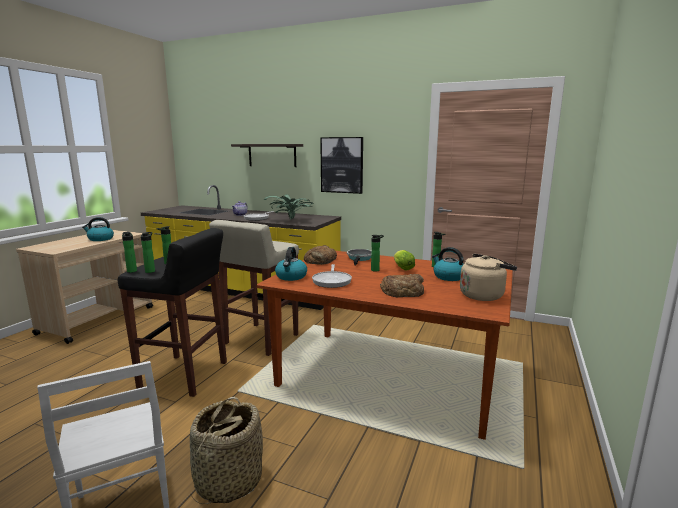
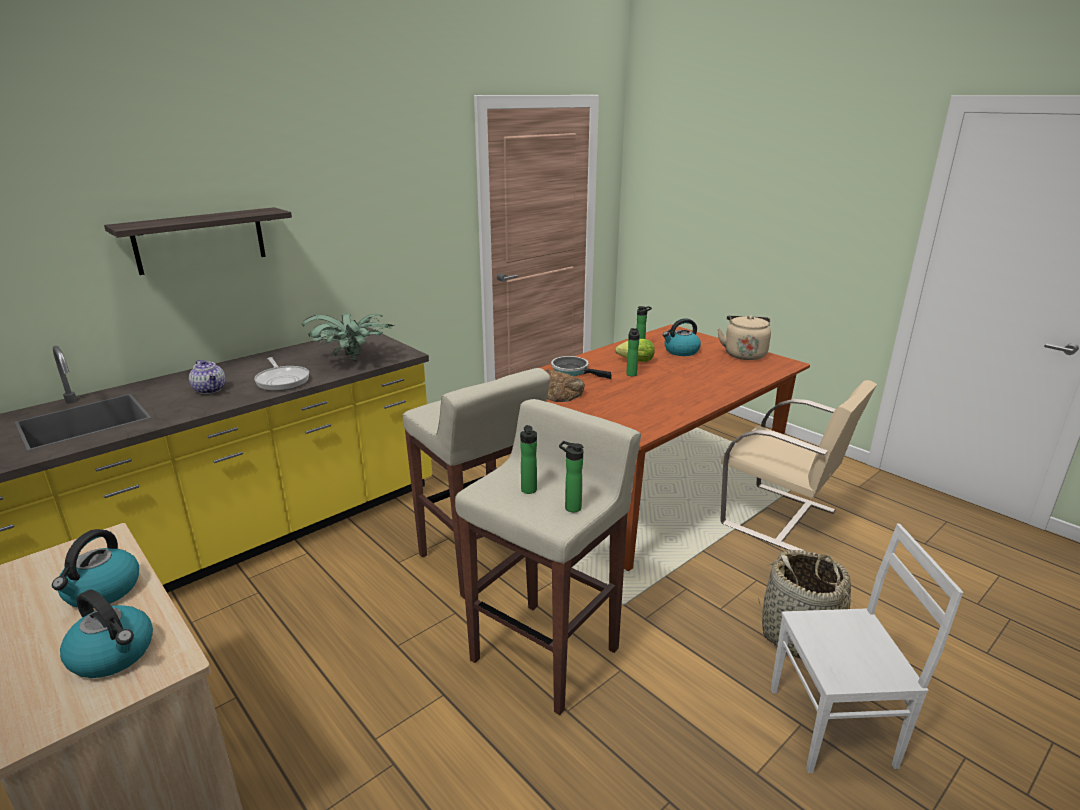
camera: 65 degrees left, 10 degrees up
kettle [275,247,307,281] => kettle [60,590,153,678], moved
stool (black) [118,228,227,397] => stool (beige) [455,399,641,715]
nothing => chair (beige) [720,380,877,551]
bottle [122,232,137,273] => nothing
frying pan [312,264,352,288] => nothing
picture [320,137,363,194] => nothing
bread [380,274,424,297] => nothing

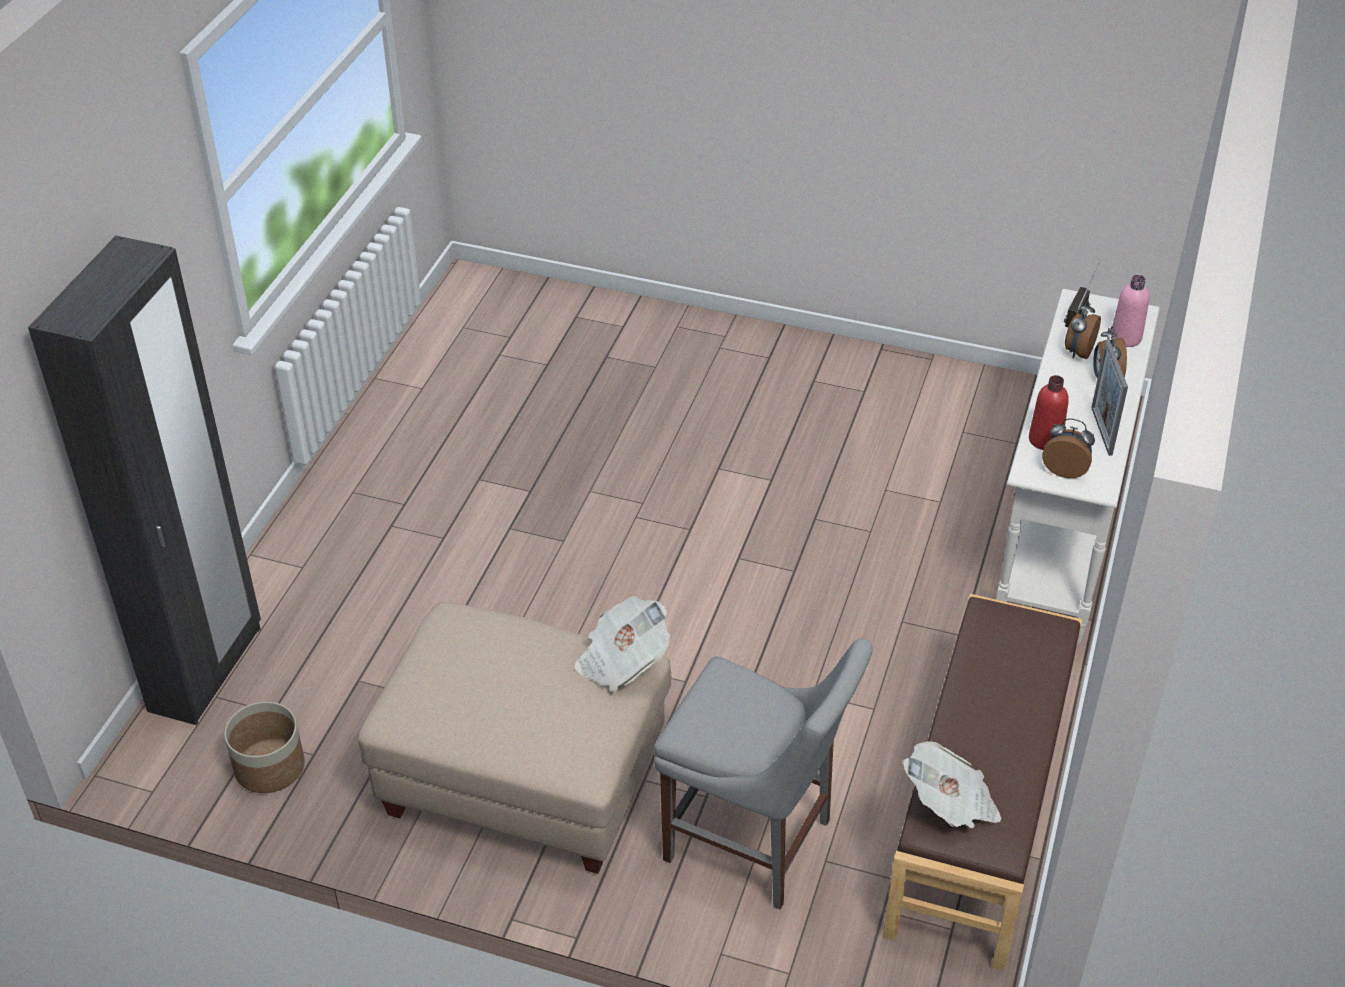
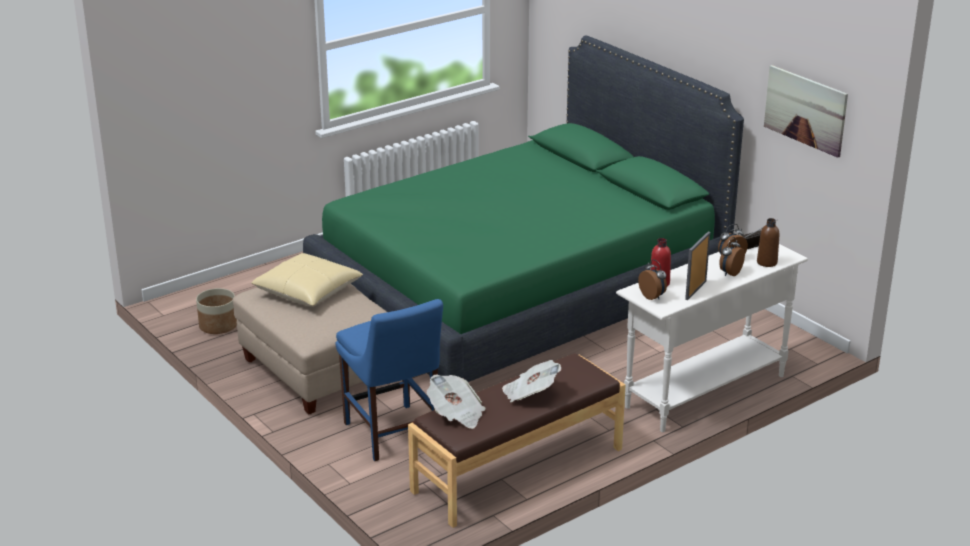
camera: 35 degrees right, 15 degrees down
nothing => pillow (beige) [252,253,363,307]
nothing => bed (green) [303,35,744,382]
chair (grey) [654,638,873,910] => chair (blue) [336,299,443,461]
newspaper [575,596,670,692] => newspaper [502,360,561,402], moved
bottle (pink) [1111,275,1149,347] => bottle (brown) [757,218,779,267]
nothing => picture [764,65,848,158]
wardrobe (black) [28,236,261,725] => nothing

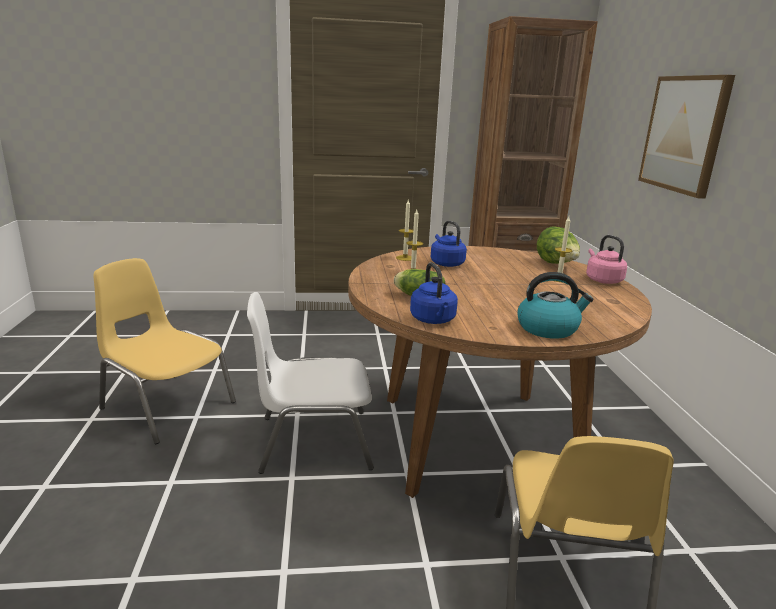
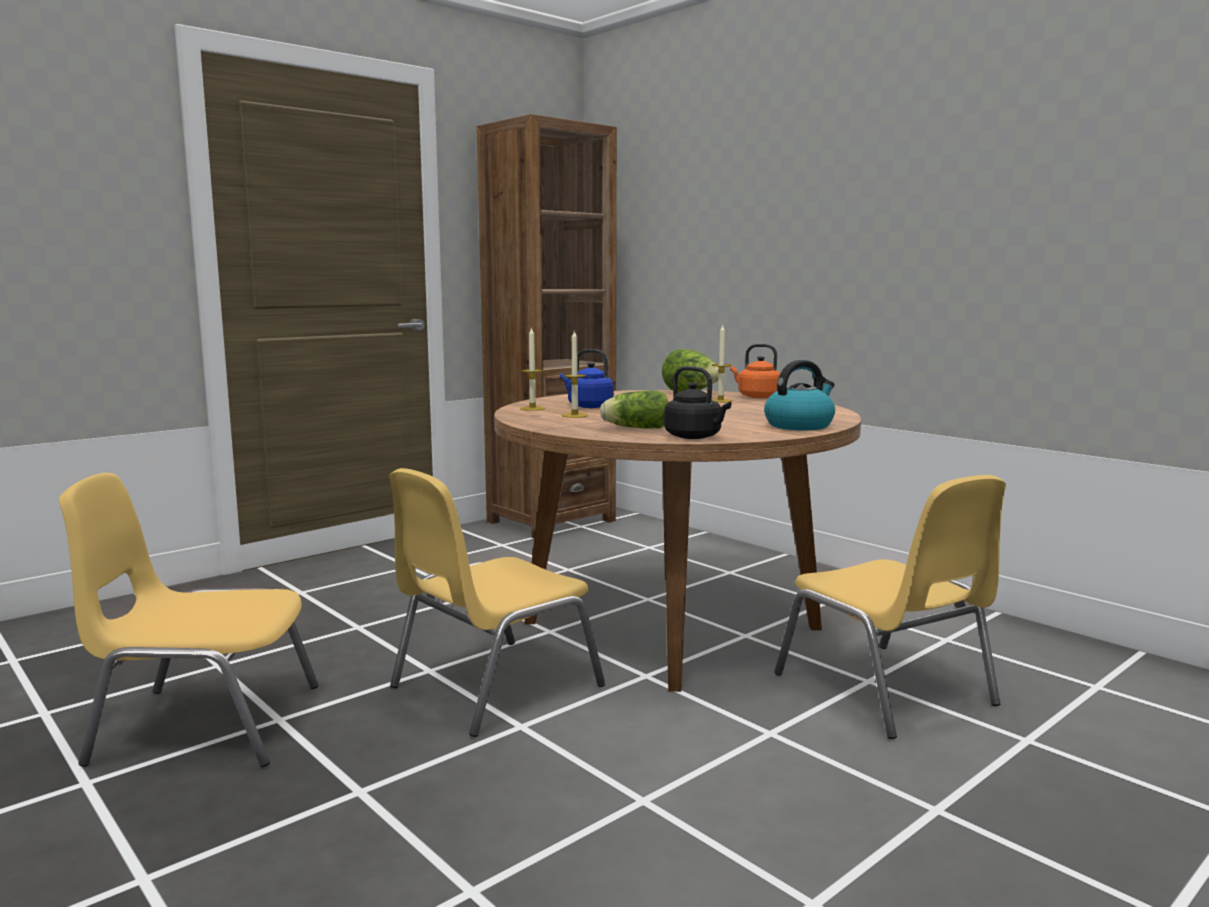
camera: 35 degrees left, 10 degrees down
chair (white) [247,292,374,474] => chair (yellow) [389,468,605,737]
kettle (blue) [410,262,458,324] => kettle (black) [664,366,731,439]
kettle (pink) [586,235,627,284] => kettle (orange) [730,344,780,398]
picture [638,75,735,199] => nothing

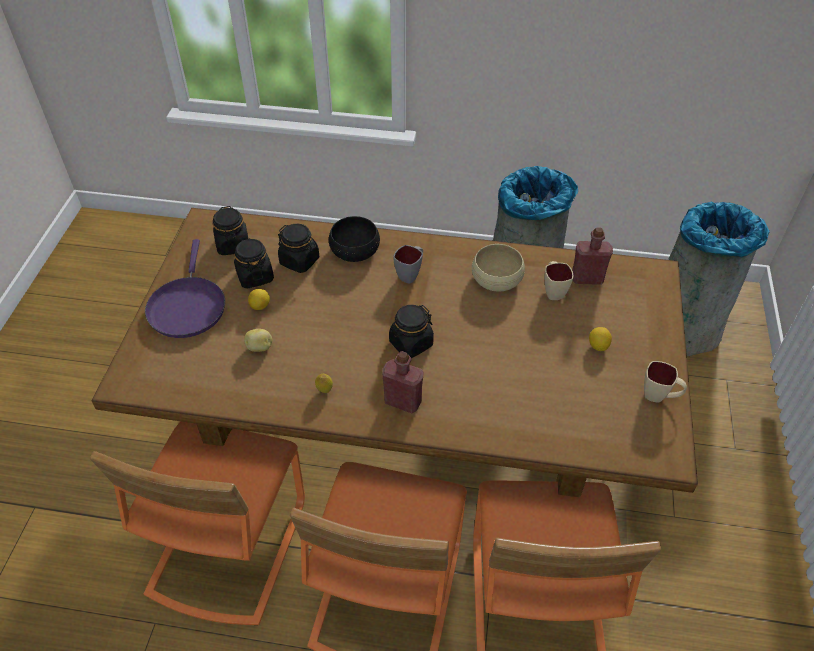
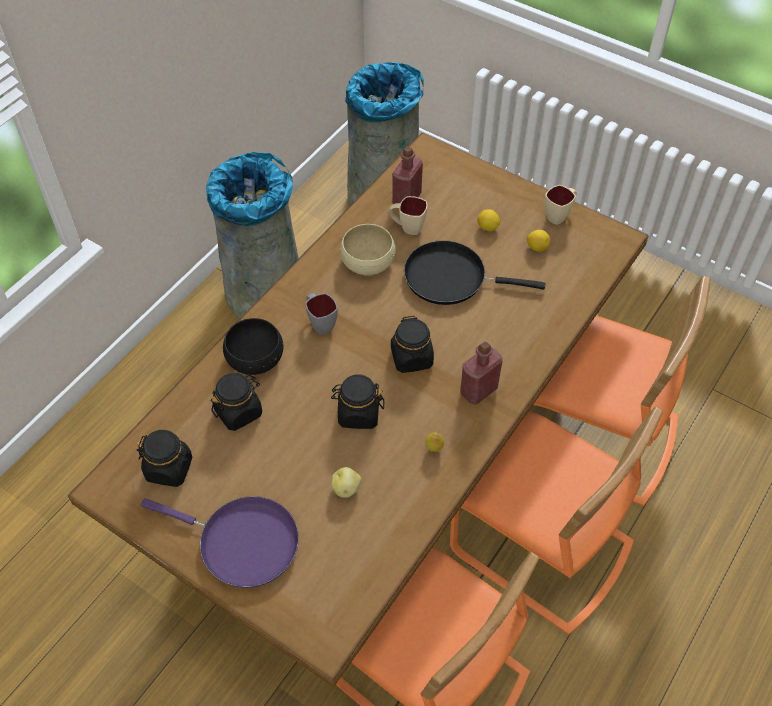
camera: 65 degrees left, 5 degrees up
jar (black) [234,238,274,289] => jar (black) [331,374,385,429], moved
nothing => frying pan (black) [404,240,545,305]
lemon [248,289,270,310] => lemon [527,230,550,251], moved

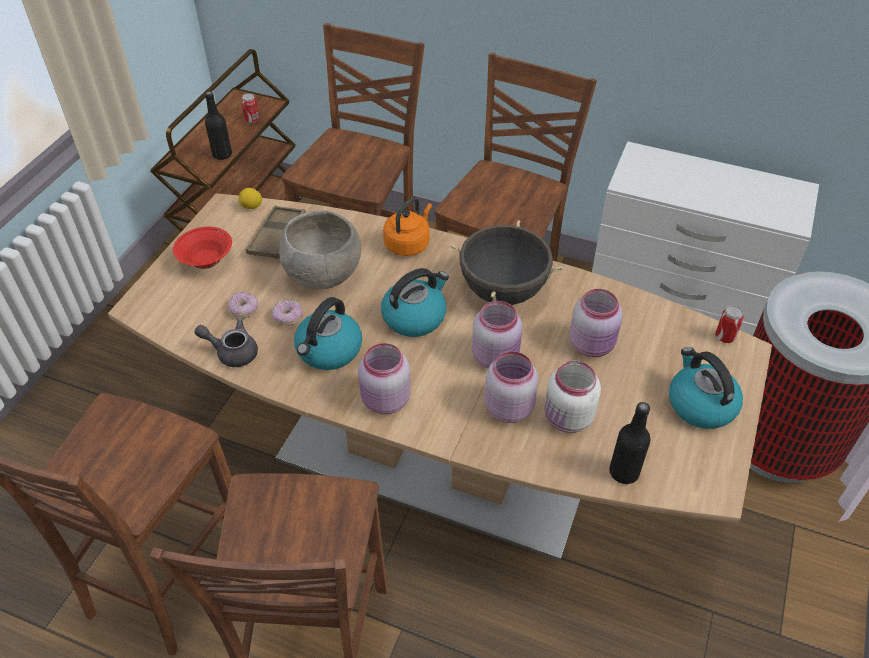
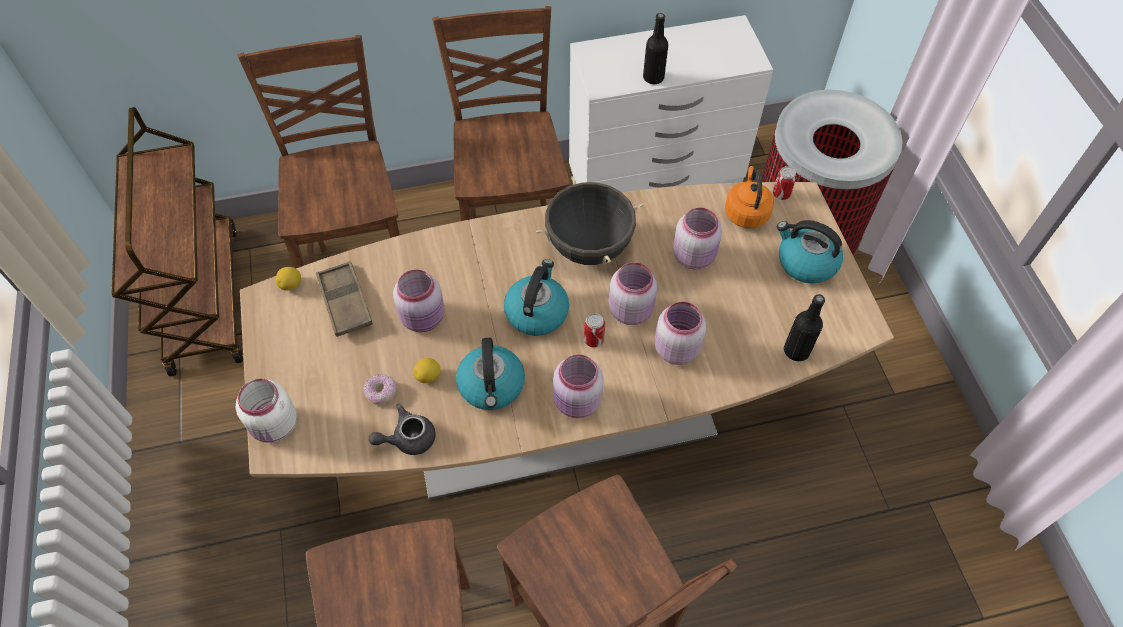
camera: 35 degrees left, 10 degrees up
jar (white) [544,361,601,433] => jar (white) [236,379,297,443], moved
bowl (grey) [279,210,361,290] => jar (pink) [393,269,444,332]
donut [272,300,303,326] => lemon [413,358,441,383]
can [241,93,259,123] => can [584,313,605,348], moved
bottle (black) [205,91,232,160] => bottle (black) [643,13,668,84], moved
kettle (orange) [383,197,432,256] => kettle (orange) [725,166,774,228], moved
bowl (red) [173,227,232,269] => nothing

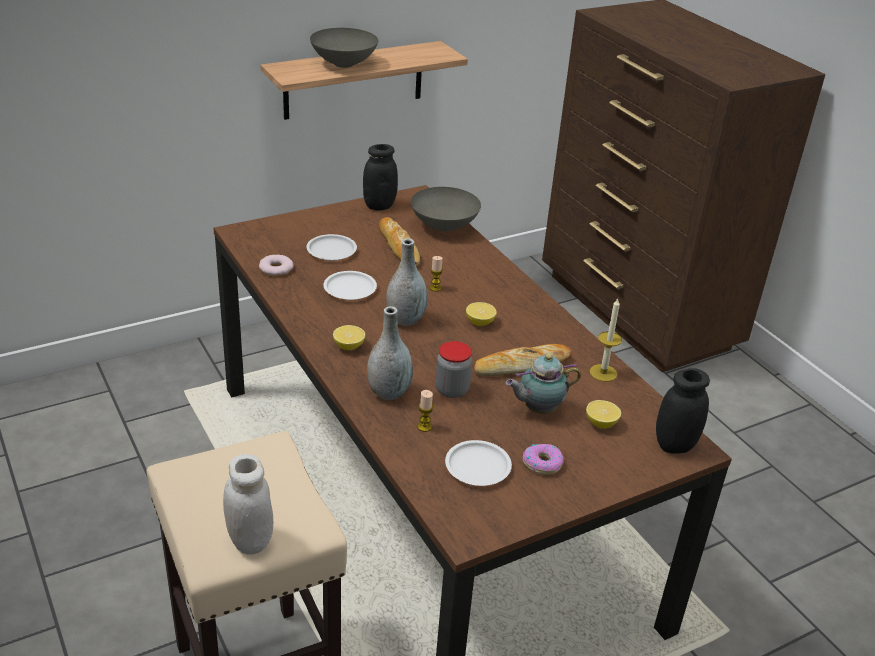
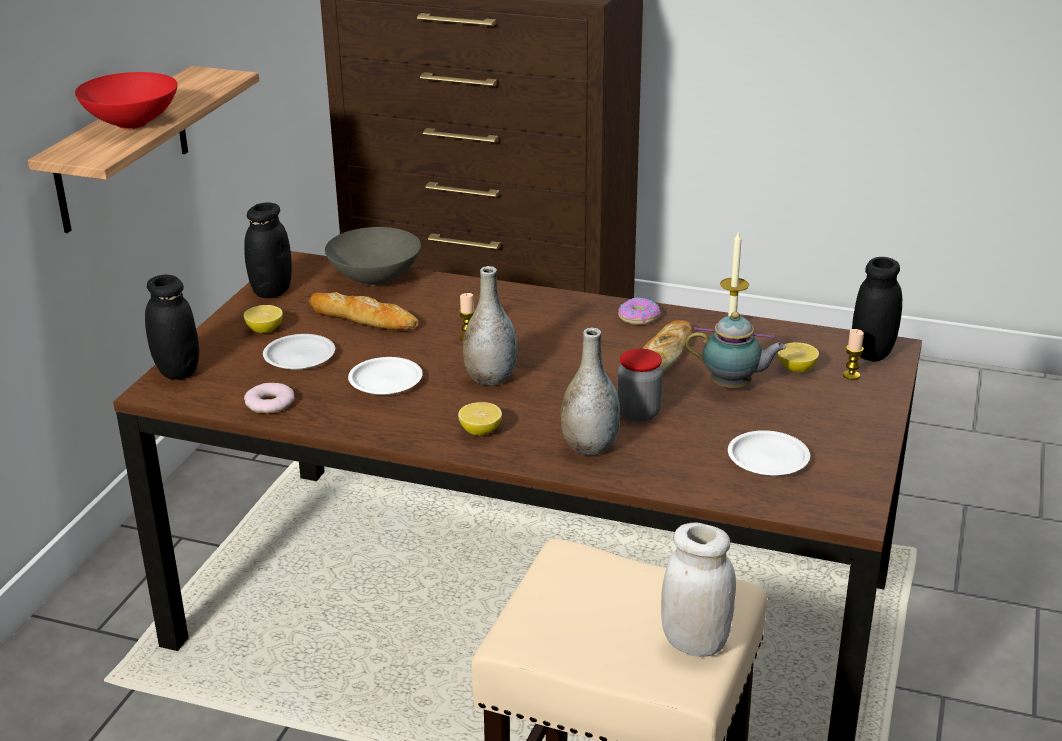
camera: 40 degrees left, 5 degrees down
bowl (grey) [310,28,378,68] => bowl (red) [75,72,178,129]
nothing => jar (black) [145,275,199,380]
lemon [466,302,497,326] => lemon [244,305,283,333], moved
donut [523,444,564,474] => donut [618,298,661,325], moved
teapot [506,354,581,414] => teapot [685,312,786,388], 105 degrees counterclockwise
candle [417,390,434,432] => candle [843,329,864,380], moved

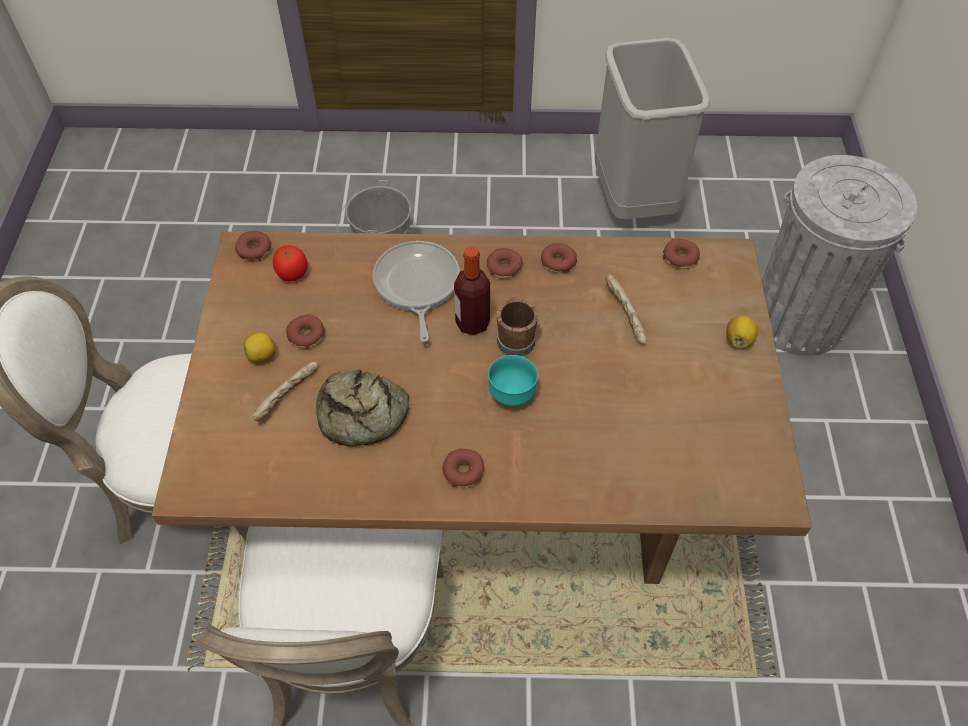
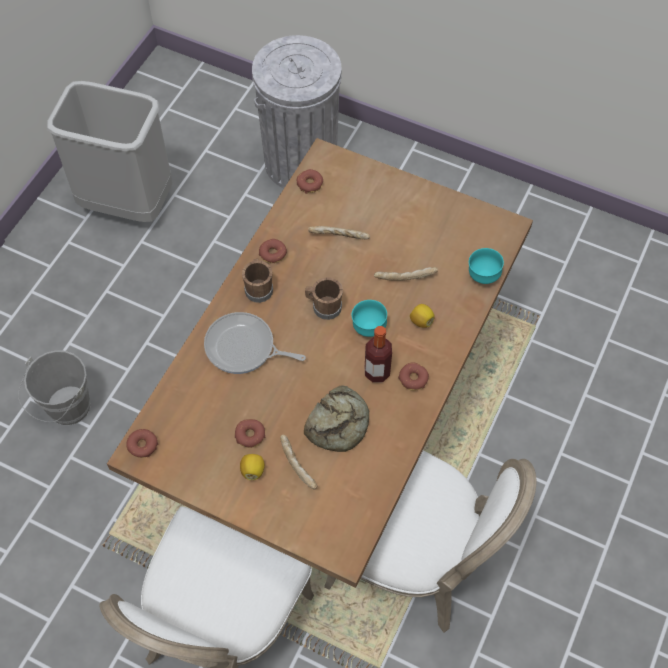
camera: 65 degrees left, 5 degrees up
donut [487,248,522,278] => mug (brown) [242,259,273,303]
bottle [454,246,490,335] => bottle [365,326,392,383], moved
nothing => bread [374,267,438,281]
lemon [726,315,758,348] => lemon [410,304,435,328], moved
nothing => bowl (turquoise) [469,248,504,284]
tomato [273,245,308,281] => nothing

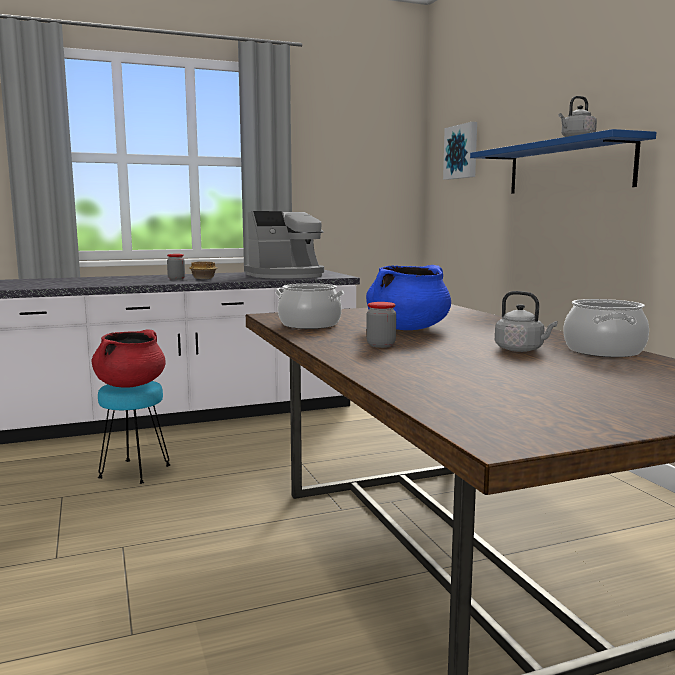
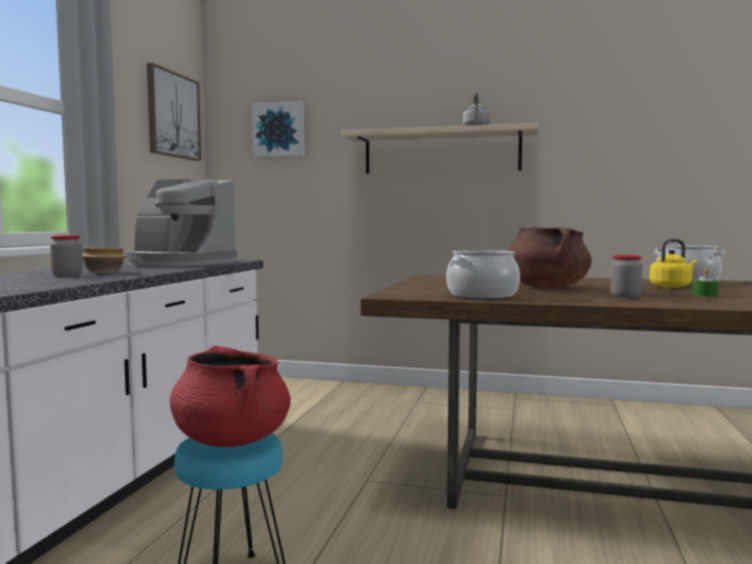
camera: 55 degrees left, 5 degrees down
coffee machine [244,211,324,279] => coffee machine [124,179,237,267], 105 degrees clockwise
nothing => picture [147,63,201,161]
shelf (blue) [470,129,656,194] => shelf (beige) [341,123,538,174]
cooking pot (blue) [366,265,451,330] => cooking pot (brown) [507,226,592,288]
kettle (grey) [495,291,558,352] => kettle (yellow) [649,239,697,288]
nothing => candle (green) [692,268,719,297]

